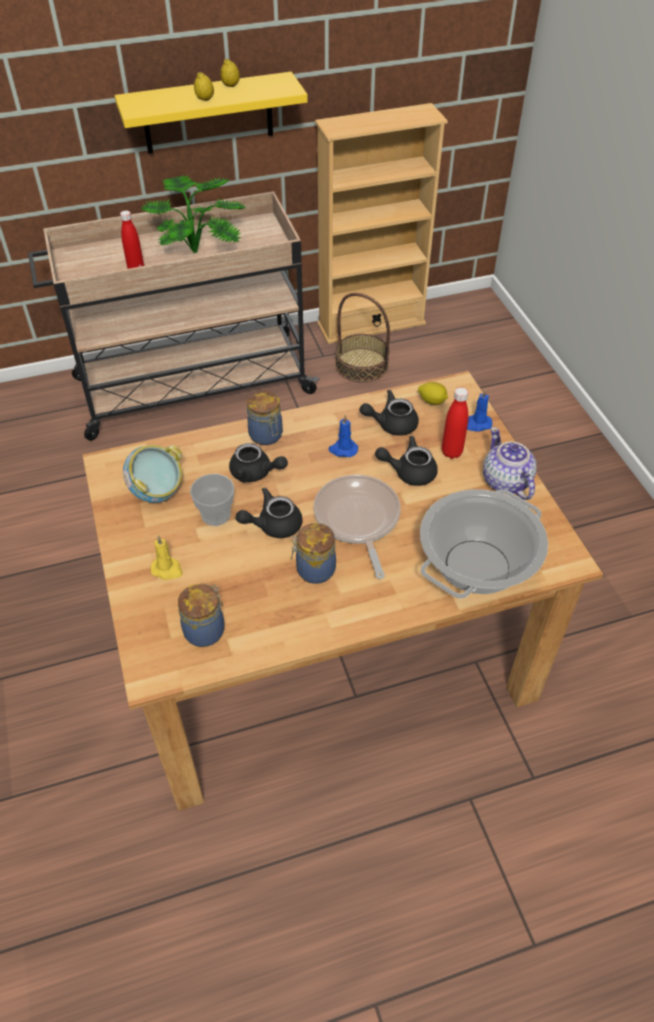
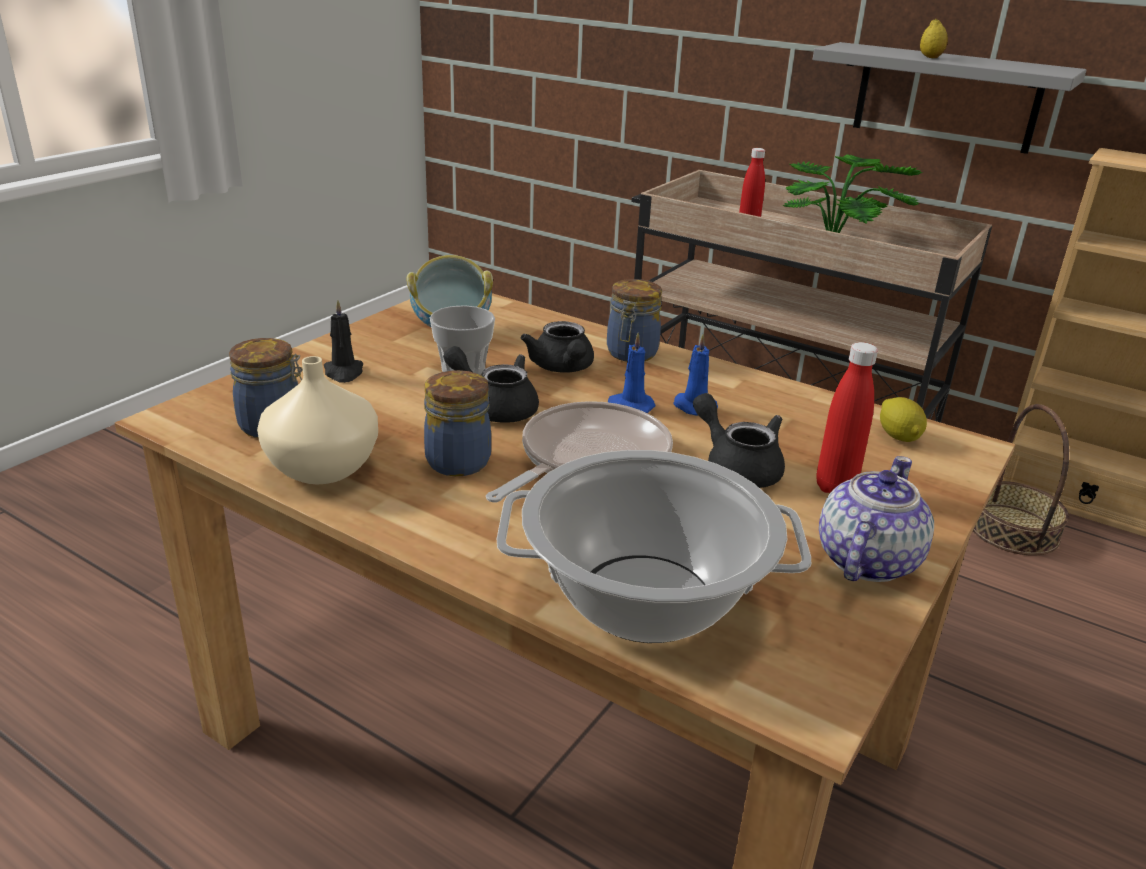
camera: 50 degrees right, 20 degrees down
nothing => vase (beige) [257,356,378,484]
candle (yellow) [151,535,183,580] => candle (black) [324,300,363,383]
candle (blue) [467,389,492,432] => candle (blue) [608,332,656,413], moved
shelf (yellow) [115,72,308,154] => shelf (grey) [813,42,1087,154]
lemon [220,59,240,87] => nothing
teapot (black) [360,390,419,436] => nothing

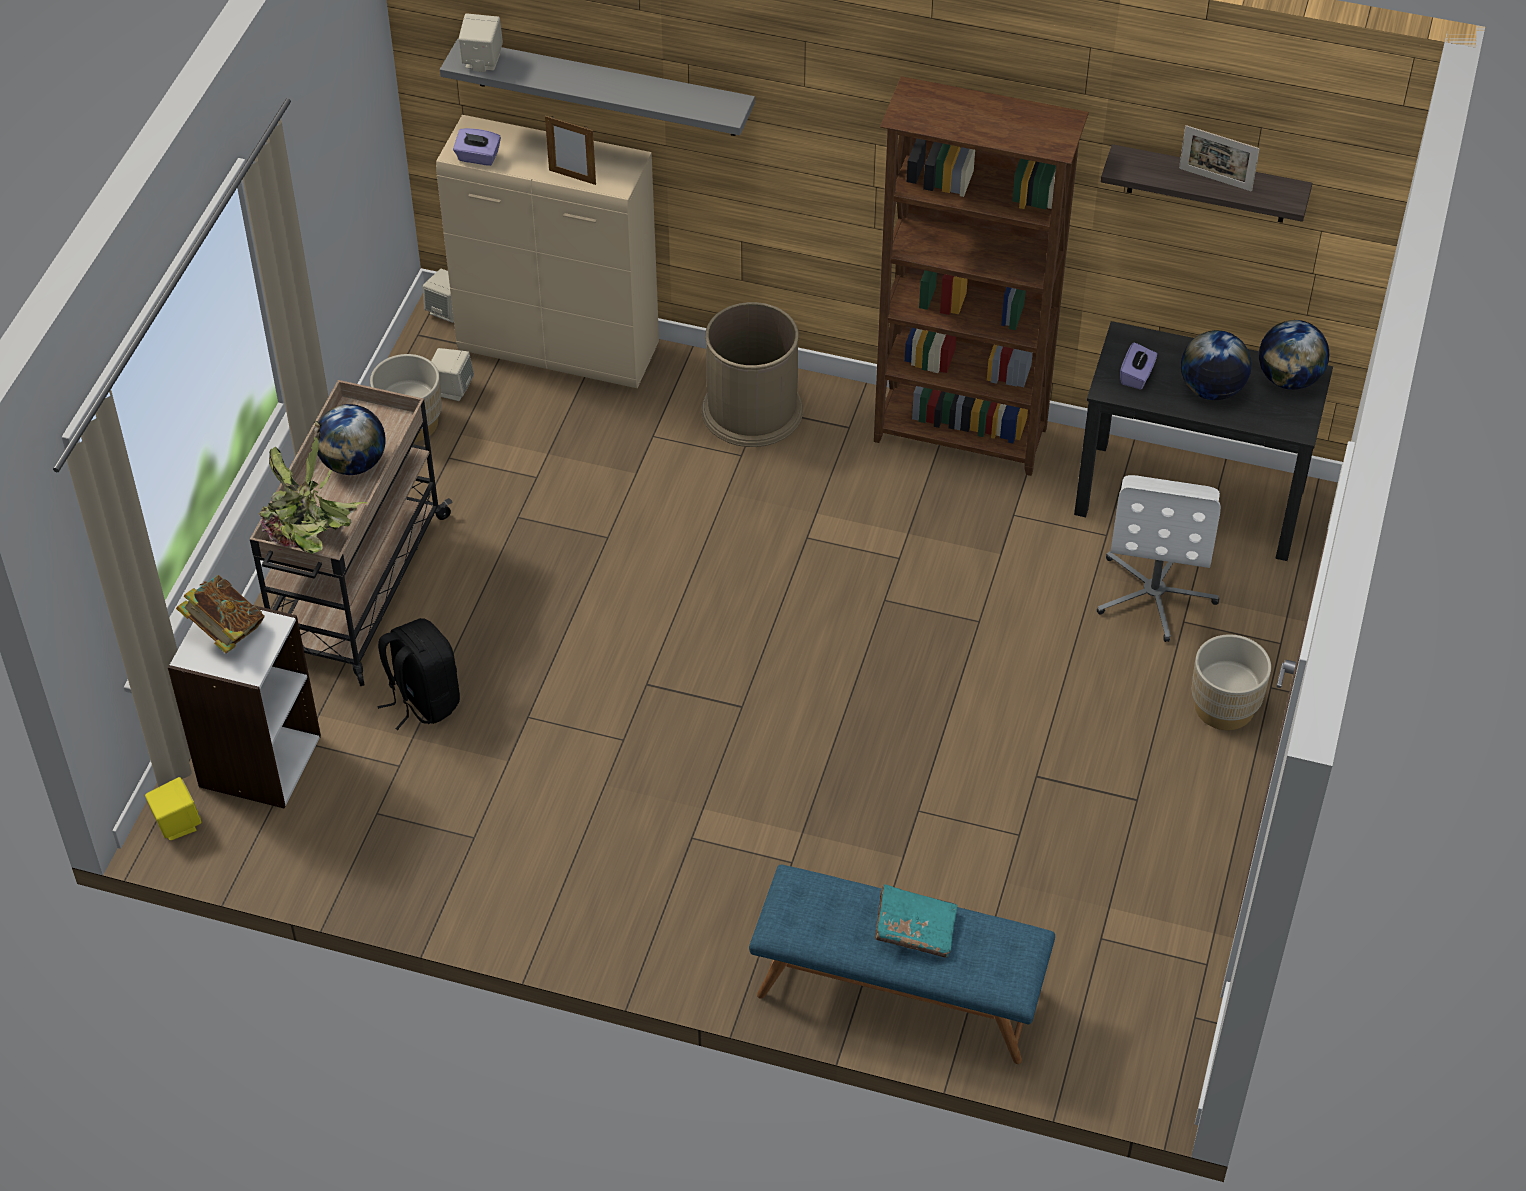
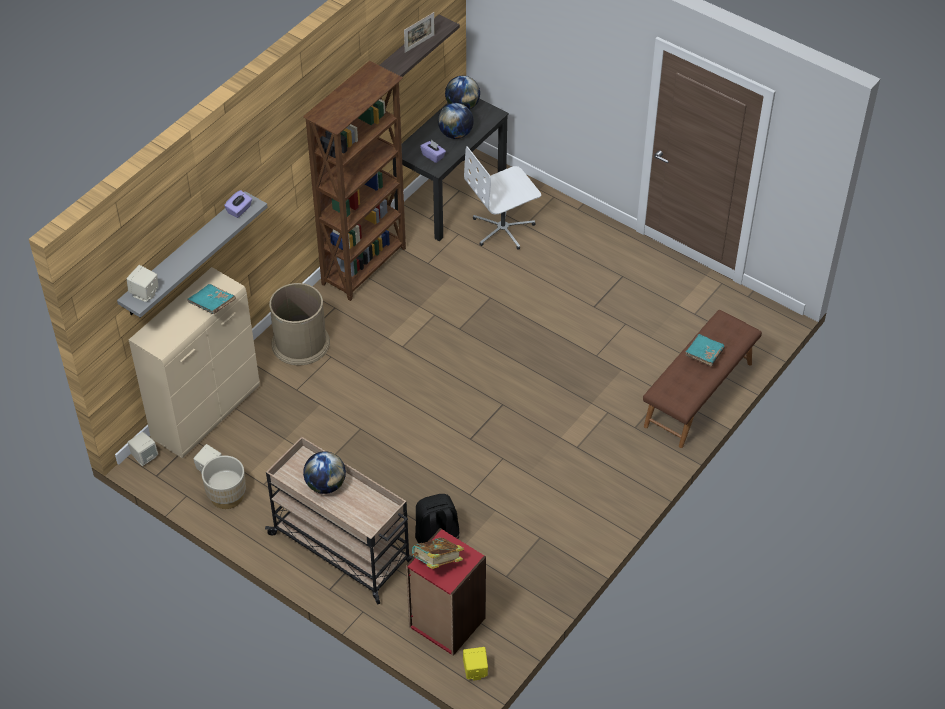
camera: 70 degrees left, 0 degrees up
picture frame [545,116,596,185] => book (turquoise) [187,284,236,314]
tissue box (purple) [453,128,501,166] => tissue box (purple) [224,190,252,218], moved
bookcase (white) [168,605,321,808] => bookcase (red) [406,528,486,656]
office chair (white) [1097,475,1221,642] => office chair (white) [464,146,541,250], 120 degrees clockwise
bench (blue) [749,865,1055,1064] => bench (brown) [643,310,762,448]
potted plant [259,420,367,554] => nothing
planter (beige) [1192,634,1271,730] => nothing

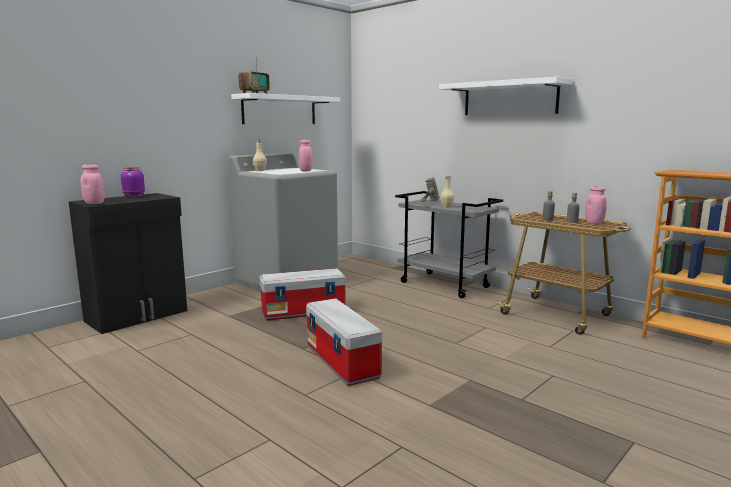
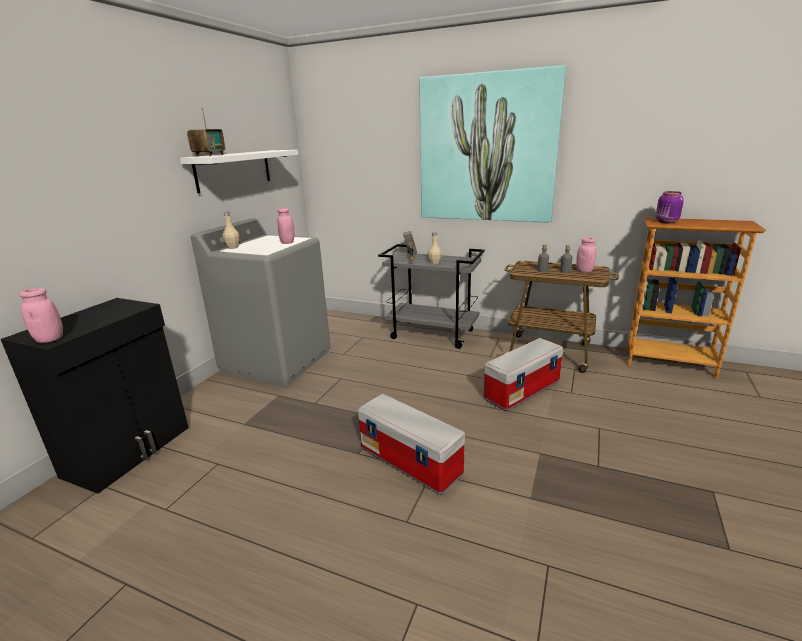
camera: 20 degrees left, 10 degrees up
shelf (white) [439,77,573,115] => picture [419,65,566,223]
storage box [259,268,346,321] => storage box [484,338,563,411], moved
jar (purple) [121,168,145,197] => jar (purple) [656,191,684,223], moved

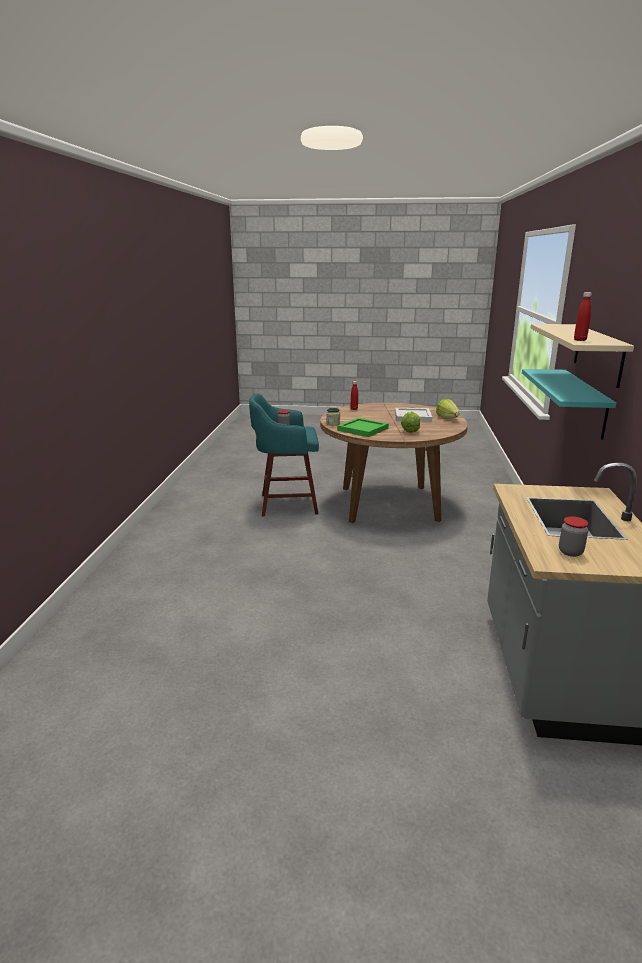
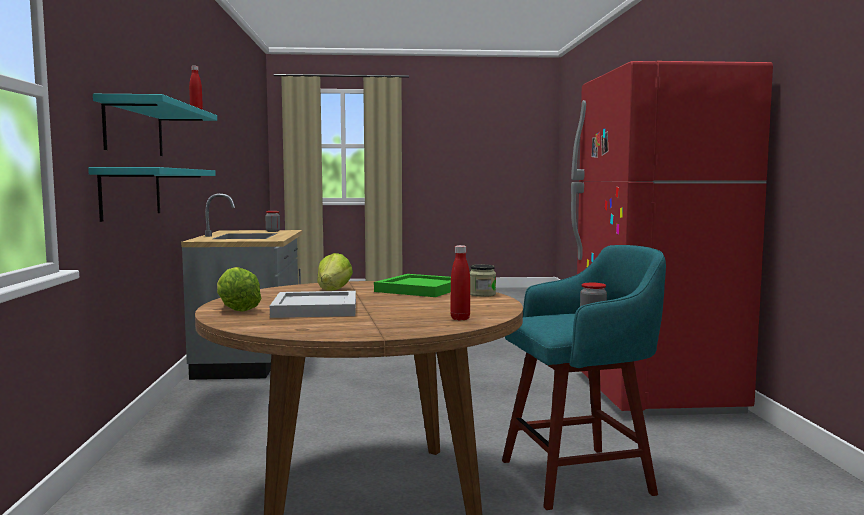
camera: 170 degrees right, 15 degrees down
shelf (beige) [530,324,634,388] => shelf (turquoise) [93,94,217,156]
nothing => fridge (red) [571,61,773,416]

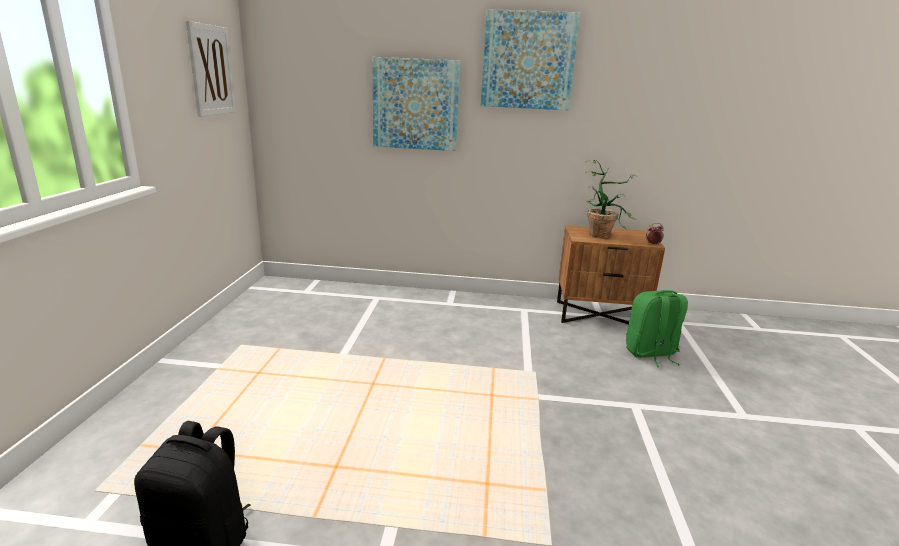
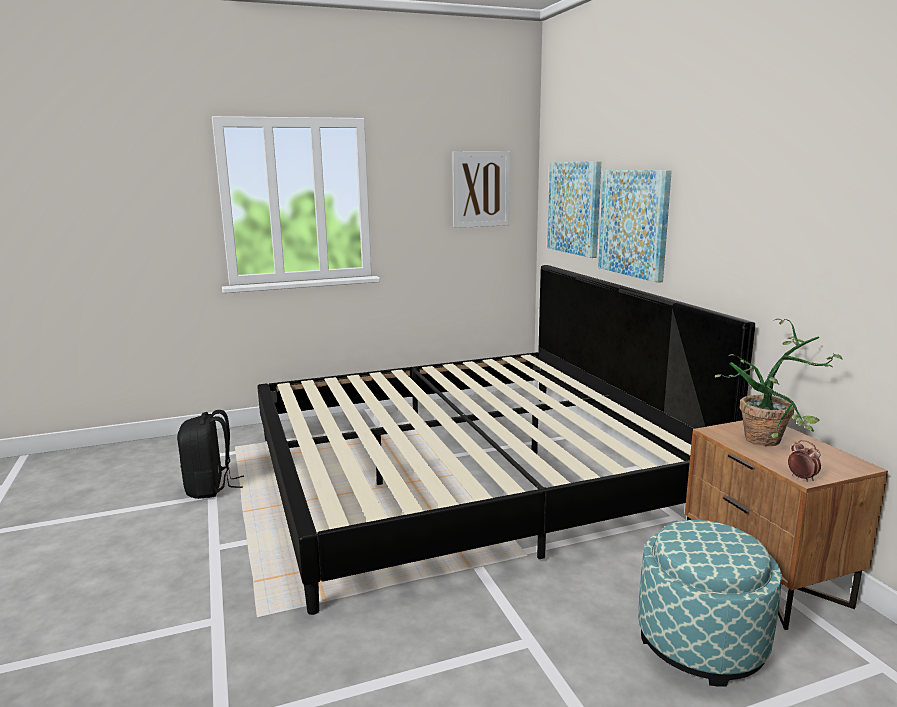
camera: 65 degrees right, 5 degrees down
nothing => bed [257,265,755,615]
picture [481,9,580,110] => picture [547,161,601,258], moved
backpack (green) [626,290,688,367] => ottoman [638,520,782,687]

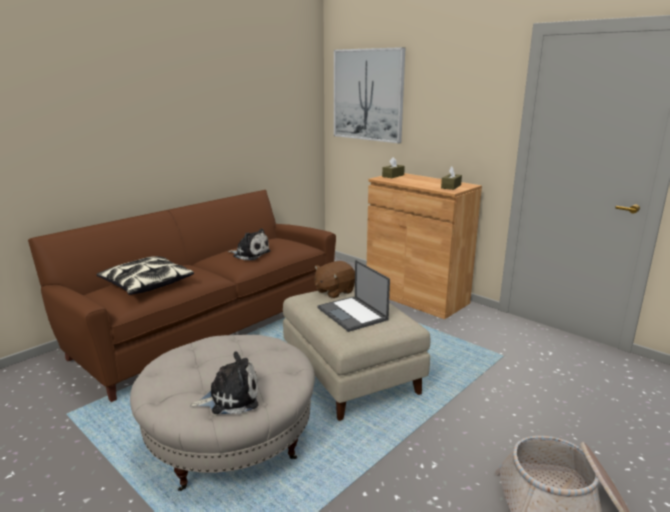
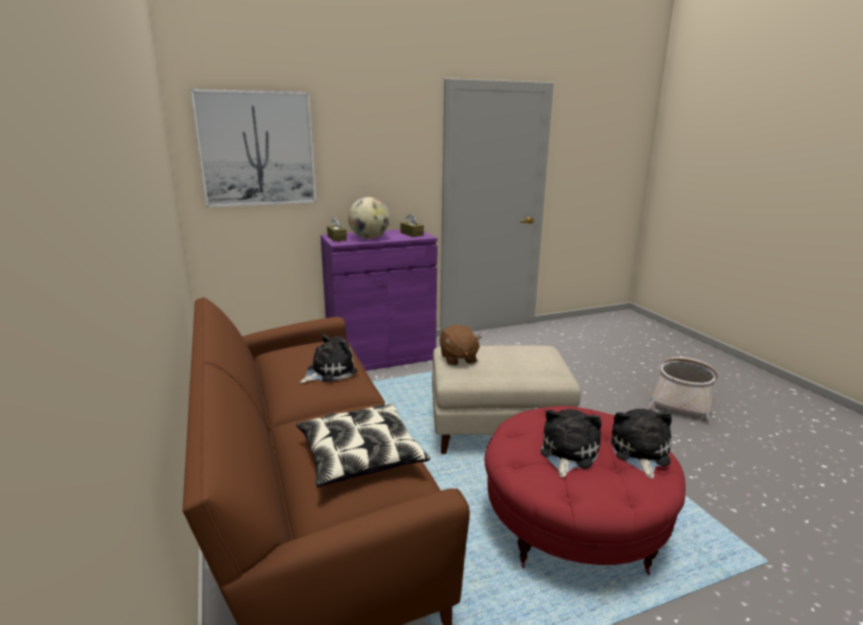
camera: 65 degrees left, 0 degrees up
cabinet (brown) [367,173,482,319] => cabinet (purple) [320,230,438,371]
nothing => globe [348,197,390,239]
ottoman (beige) [130,335,315,491] => ottoman (red) [484,406,685,575]
nothing => plush toy [541,409,602,478]
laptop [318,260,390,332] => nothing

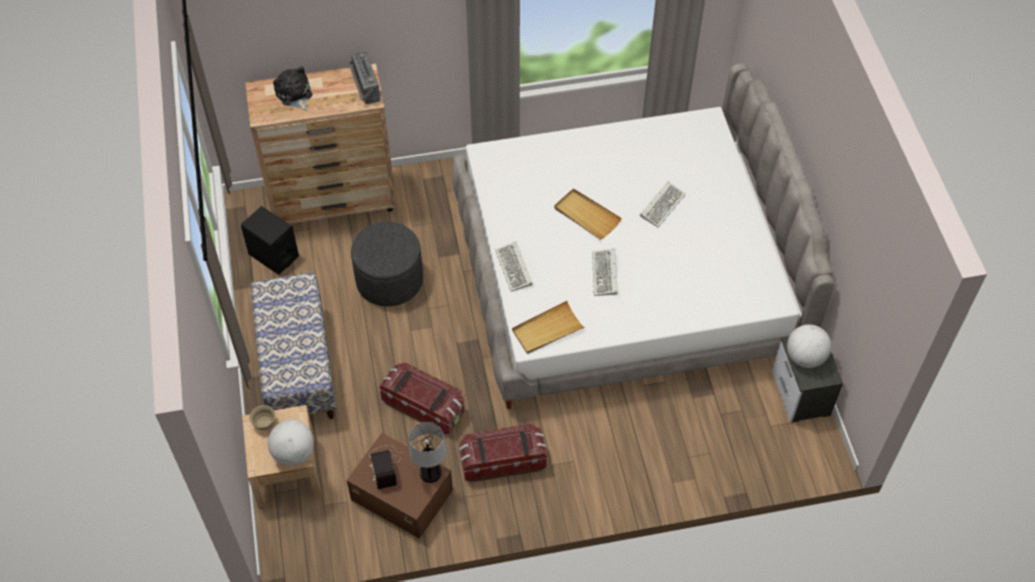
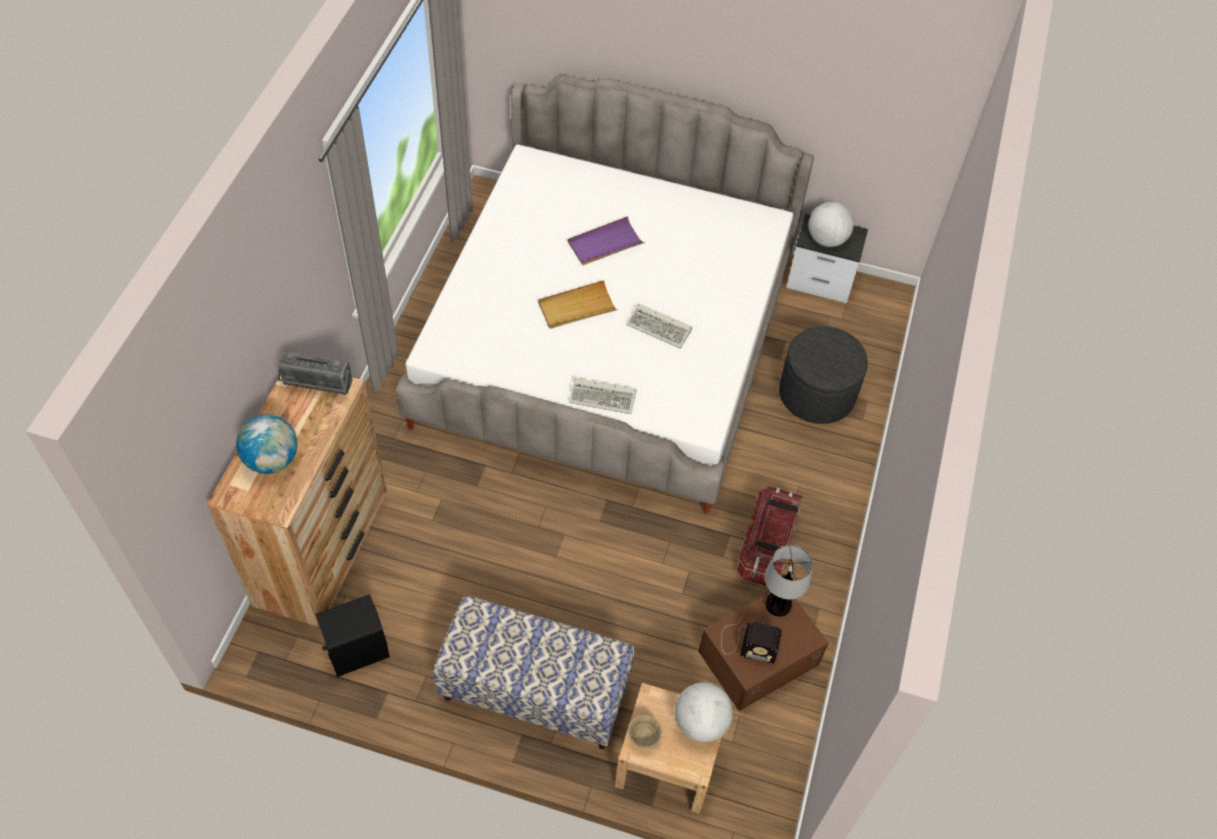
camera: 65 degrees left, 0 degrees up
plush toy [273,66,312,111] => globe [236,415,297,474]
keyboard [640,181,686,227] => tray (purple) [568,216,645,265]
ottoman (grey) [351,222,423,306] => ottoman (grey) [779,326,868,424], moved
storage box [379,363,465,434] => nothing
tray (beige) [512,301,585,354] => nothing

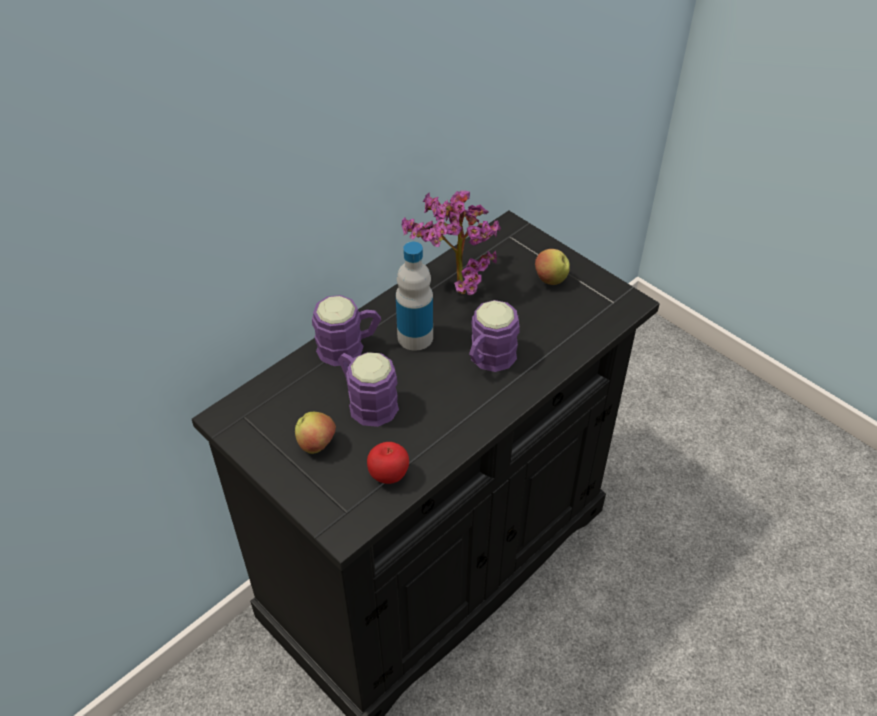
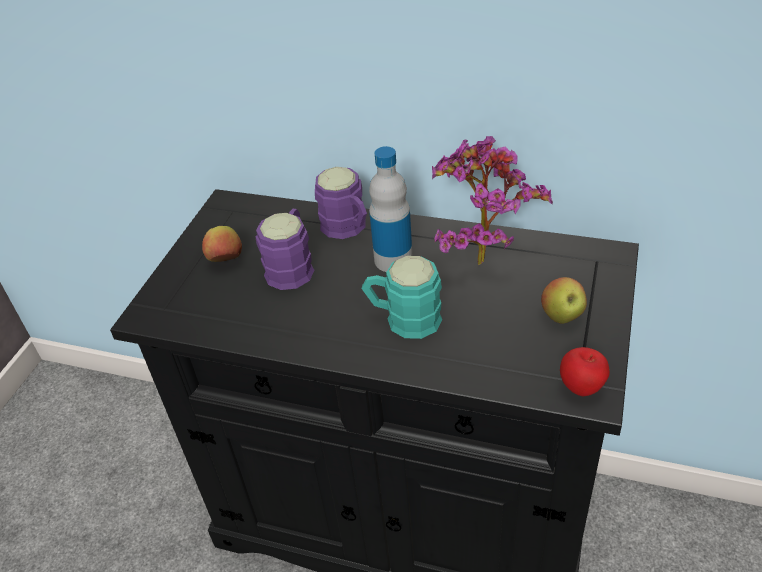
camera: 65 degrees right, 5 degrees down
mug (purple) [469,300,519,372] => mug (turquoise) [362,256,442,339]
apple [367,442,409,484] => apple [560,347,610,397], moved

